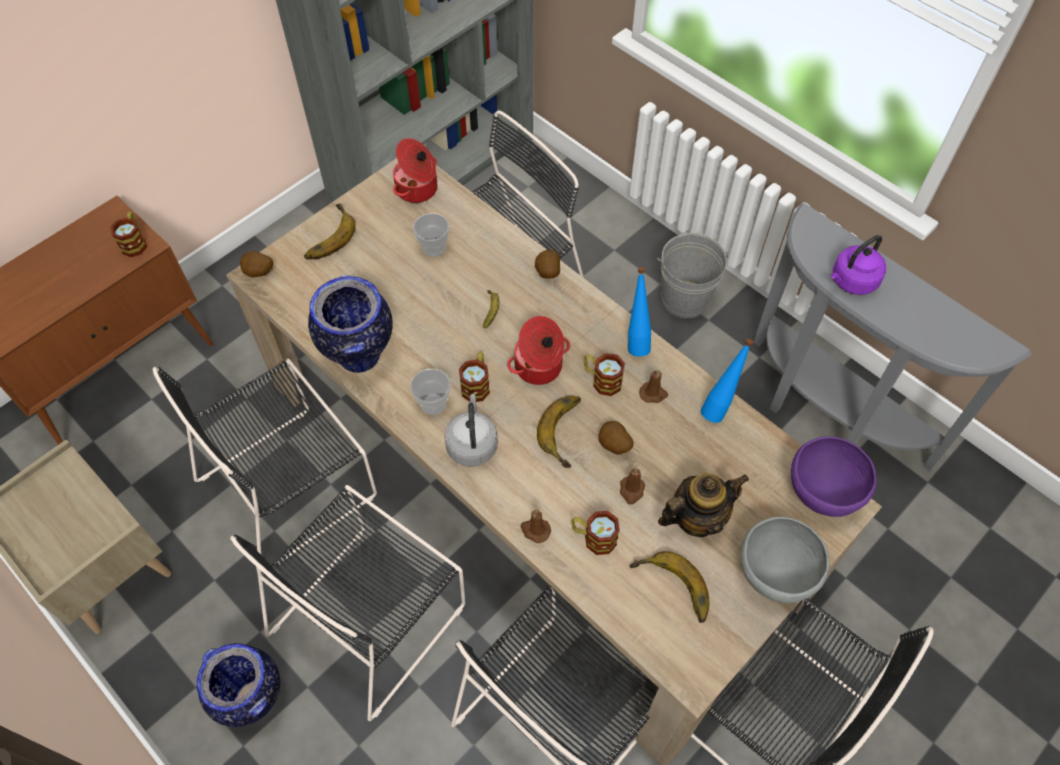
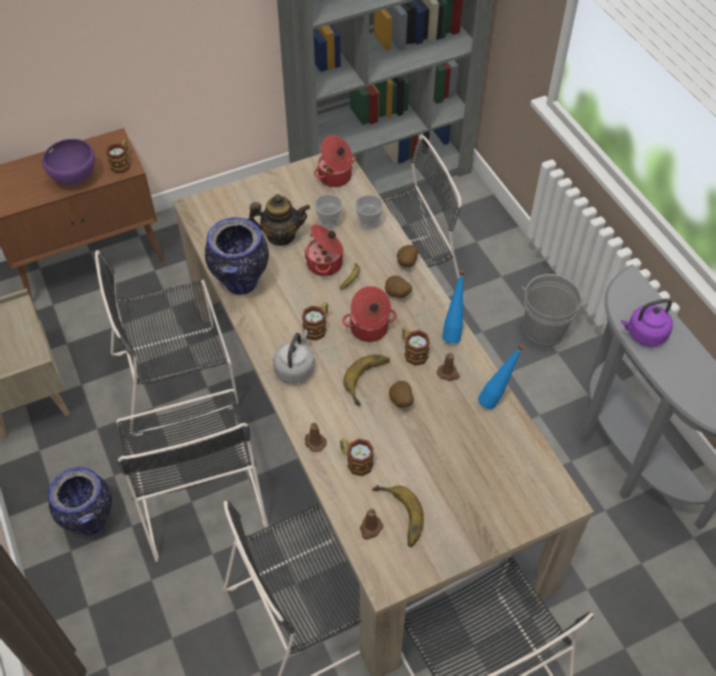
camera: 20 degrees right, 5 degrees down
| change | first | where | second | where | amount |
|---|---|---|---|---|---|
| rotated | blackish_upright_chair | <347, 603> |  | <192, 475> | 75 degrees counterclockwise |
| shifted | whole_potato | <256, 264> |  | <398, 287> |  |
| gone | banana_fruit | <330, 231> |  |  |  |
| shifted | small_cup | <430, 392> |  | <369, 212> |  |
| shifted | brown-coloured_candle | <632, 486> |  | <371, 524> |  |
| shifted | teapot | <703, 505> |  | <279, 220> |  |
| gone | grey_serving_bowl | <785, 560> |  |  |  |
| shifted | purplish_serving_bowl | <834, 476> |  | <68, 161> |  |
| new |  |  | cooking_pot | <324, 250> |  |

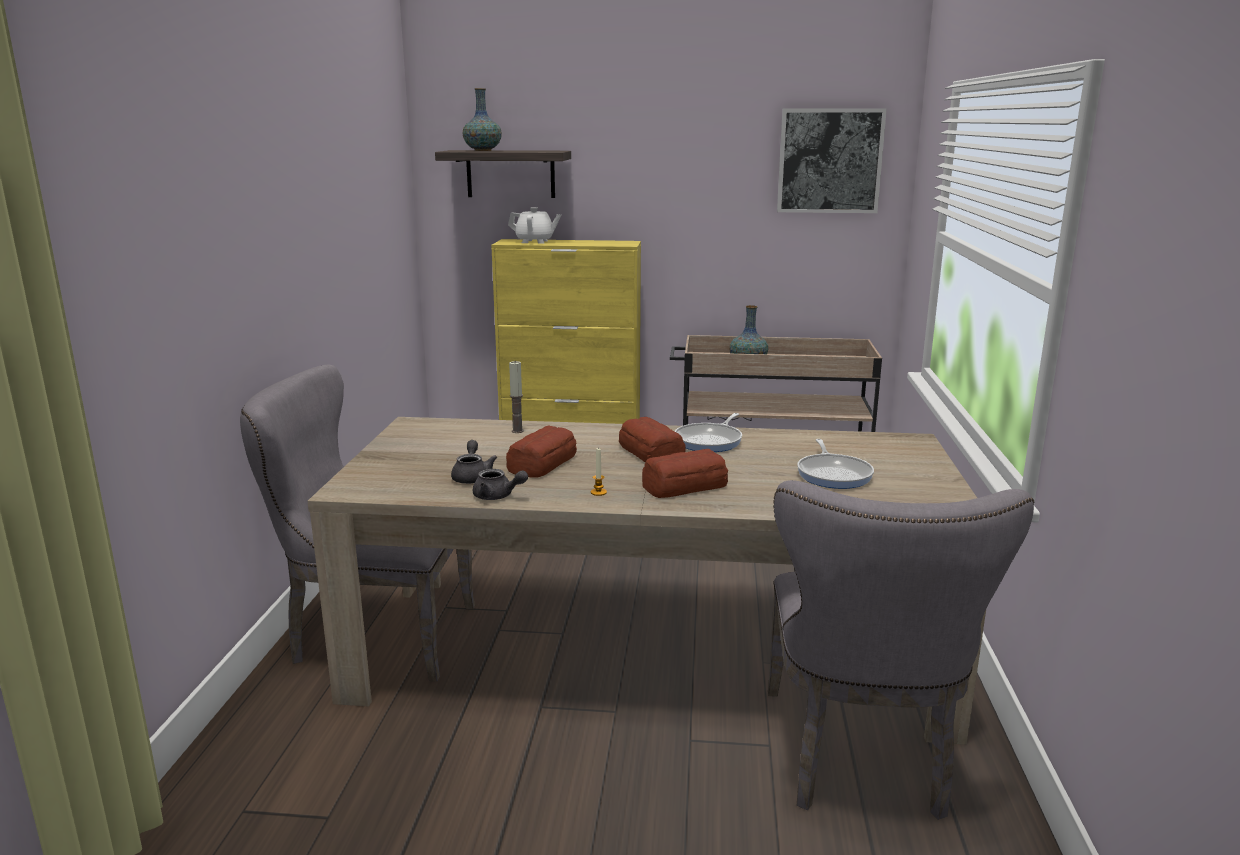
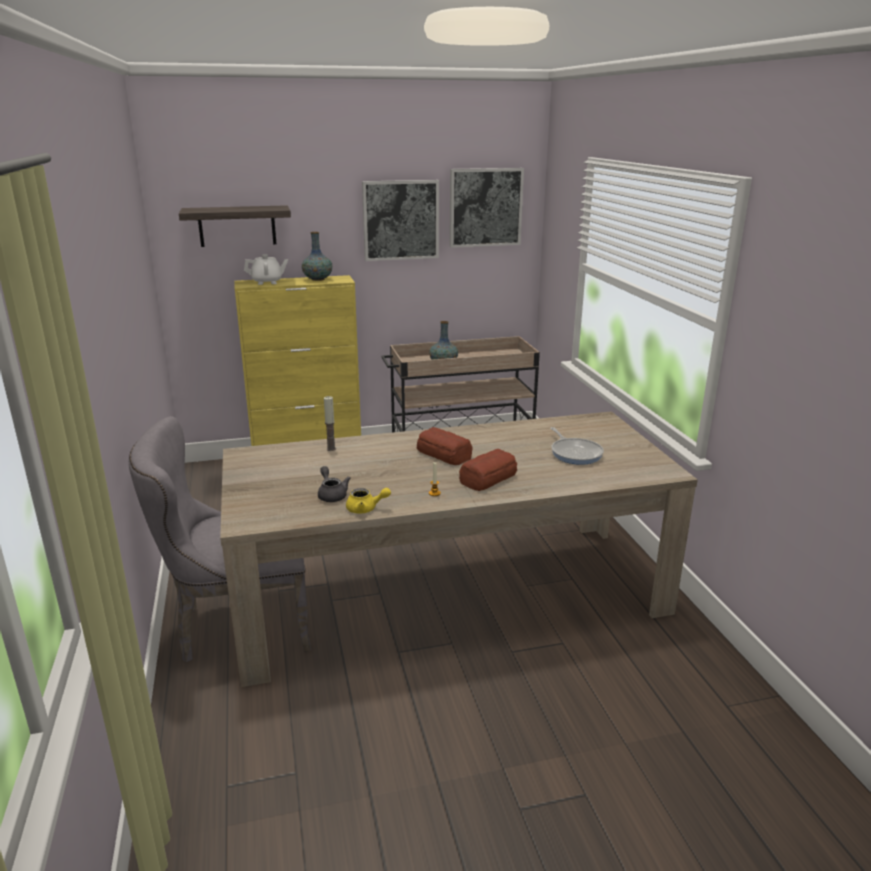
camera: 20 degrees left, 5 degrees up
| change | first | where | second | where | amount |
|---|---|---|---|---|---|
| shifted | flower_vase | <482, 119> |  | <317, 256> |  |
| repainted | grey_teapot | <500, 484> | yellowish_teapot | <368, 501> |  |
| gone | bread | <541, 451> |  |  |  |
| gone | frying_pan | <708, 432> |  |  |  |
| gone | grey_upright_chair | <901, 650> |  |  |  |
| new |  |  | wall_picture | <400, 220> |  |

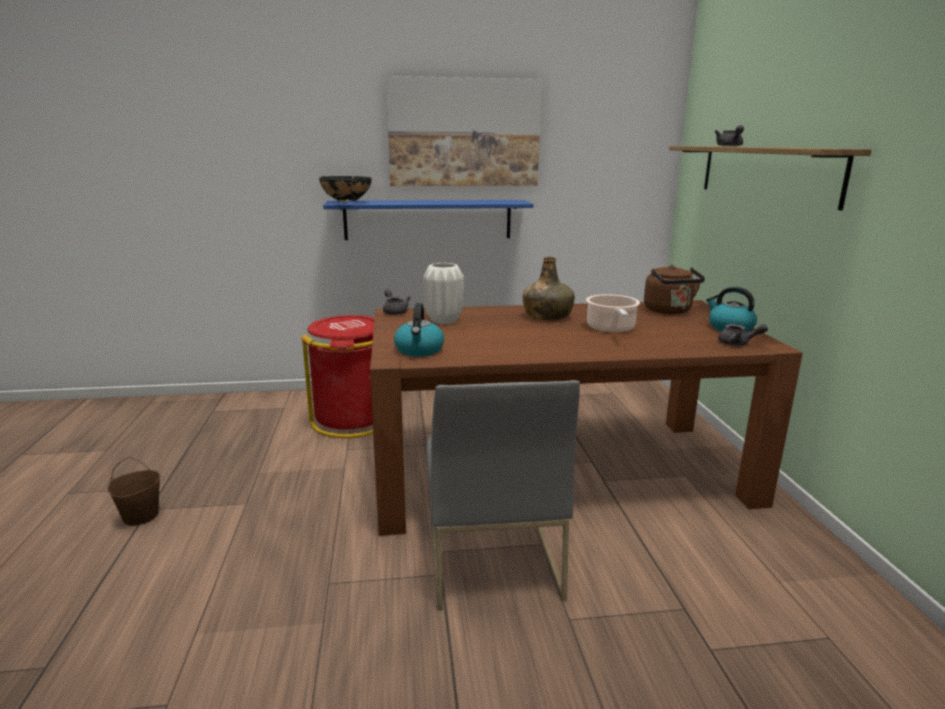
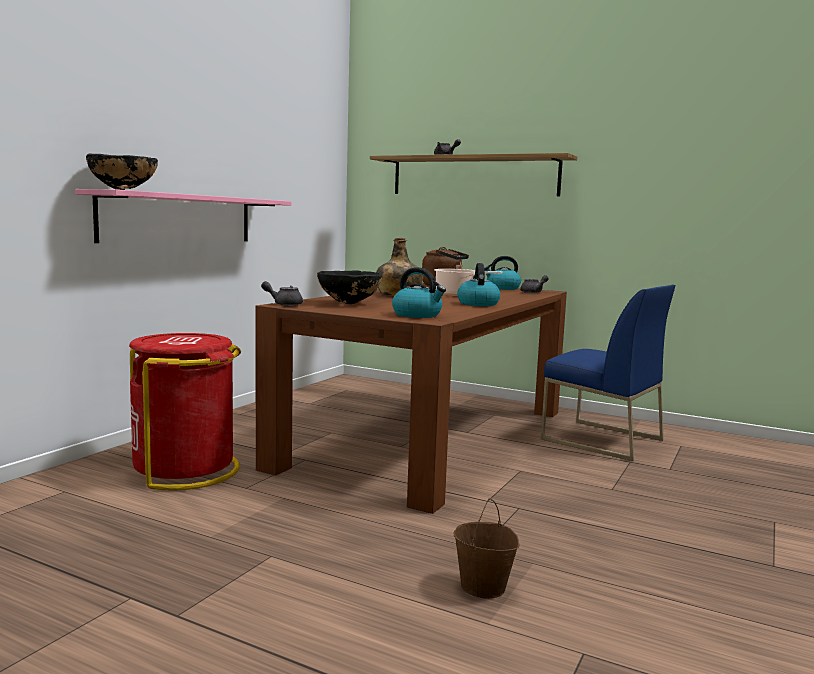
camera: 55 degrees left, 10 degrees down
| change | first | where | second | where | amount |
|---|---|---|---|---|---|
| shifted | brown-coloured_pail | <134, 491> |  | <486, 548> |  |
| repainted | bluish_wall_shelf | <428, 220> | pink_wall_shelf | <183, 216> |  |
| gone | wall_picture | <464, 131> |  |  |  |
| swapped | white-coloured_flower_vase | <443, 293> | blackish_serving_bowl | <349, 287> |  |
| gone | grey_upright_chair | <503, 495> |  |  |  |
| new |  |  | water_kettle | <478, 284> |  |
| new |  |  | bluish_upright_chair | <608, 373> |  |

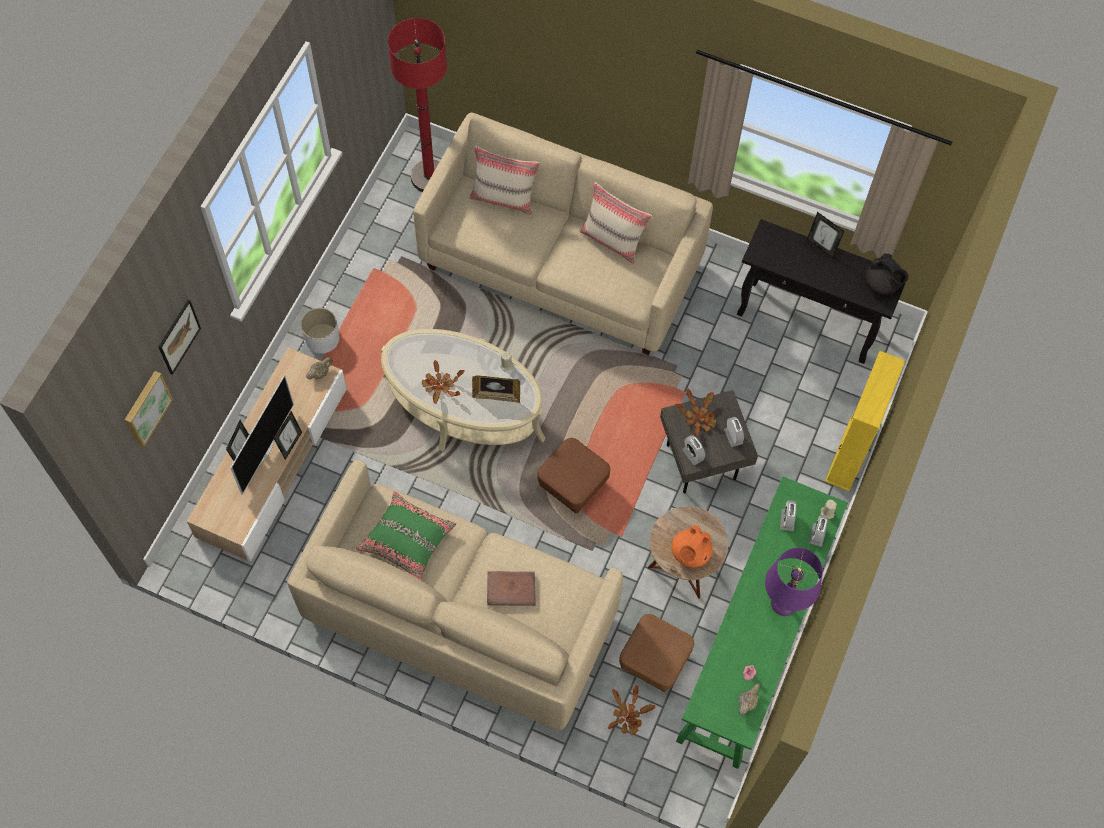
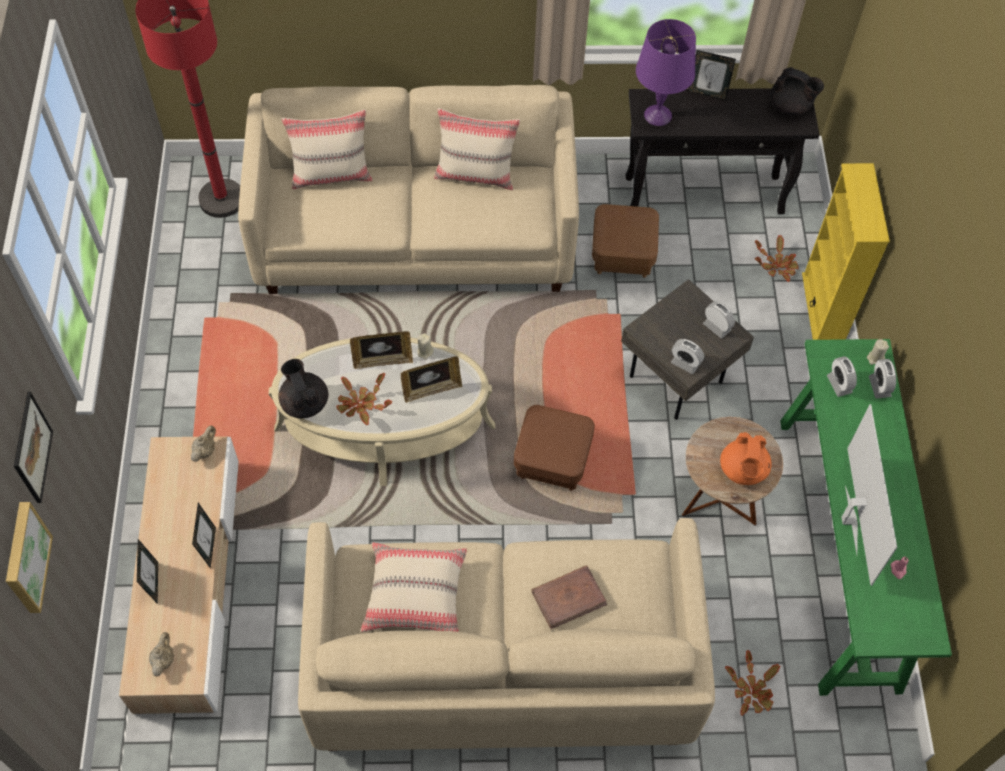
camera: 25 degrees left, 5 degrees down
| change | first | where | second | where | amount |
|---|---|---|---|---|---|
| shifted | television | <262, 434> |  | <869, 495> |  |
| gone | white-coloured_flower_pot | <320, 331> |  |  |  |
| repainted | green_pillow | <406, 535> | beige_pillow | <413, 587> |  |
| shifted | brown-coloured_ottoman | <656, 653> |  | <625, 241> |  |
| shifted | potted_plant | <695, 412> |  | <776, 258> |  |
| shifted | beige_teapot | <749, 699> |  | <161, 654> |  |
| shifted | purplish_tabletop_lamp | <794, 582> |  | <666, 72> |  |
| new |  |  | blackish_teapot | <303, 388> |  |
| new |  |  | standing_frame | <381, 350> |  |

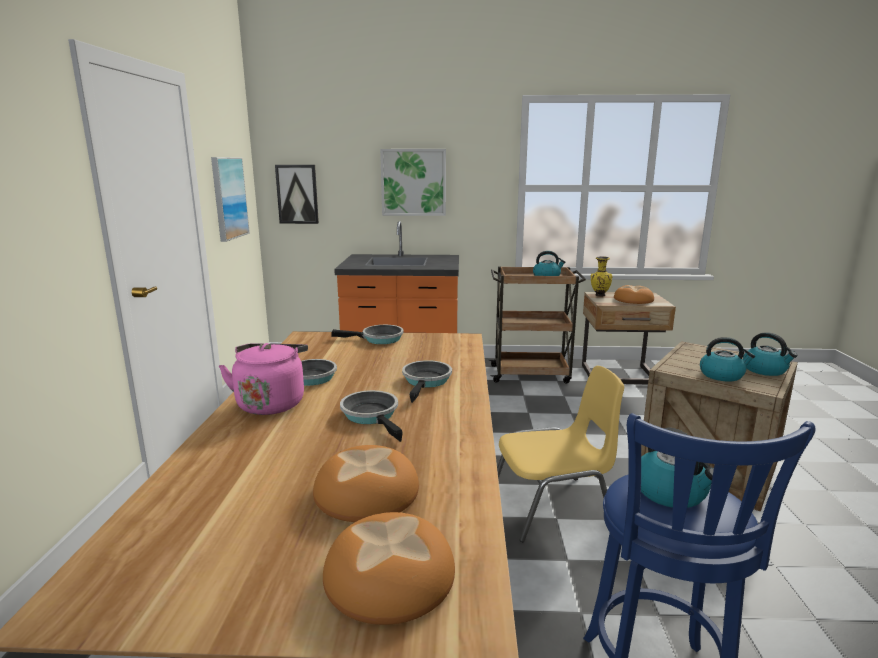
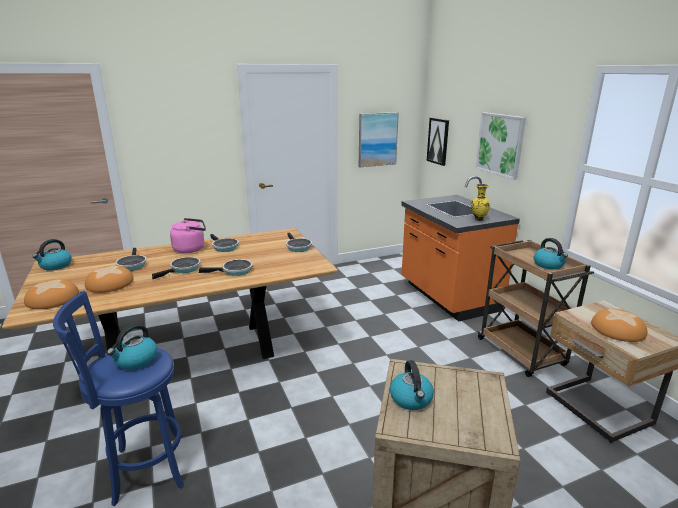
camera: 65 degrees right, 5 degrees up
| change | first | where | second | where | amount |
|---|---|---|---|---|---|
| gone | yellowish_upright_chair | <560, 454> |  |  |  |
| shifted | yellowish_flower_vase | <602, 276> |  | <480, 202> |  |
| shifted | water_kettle | <770, 354> |  | <52, 255> |  |
| new |  |  | frying_pan | <131, 259> |  |

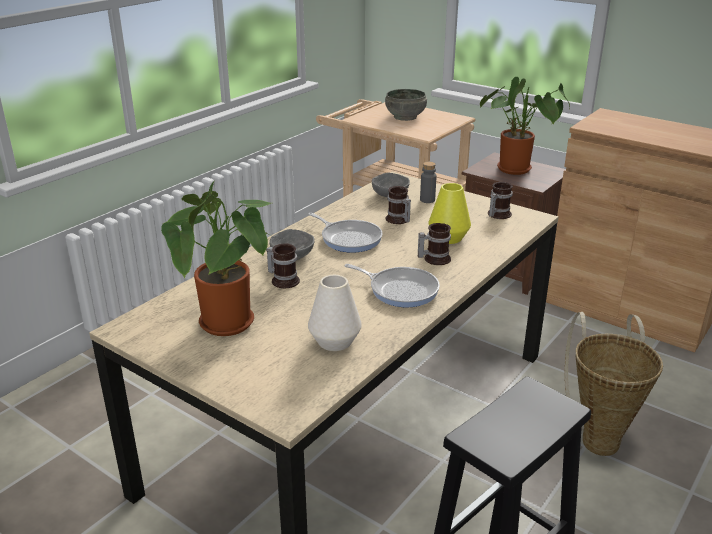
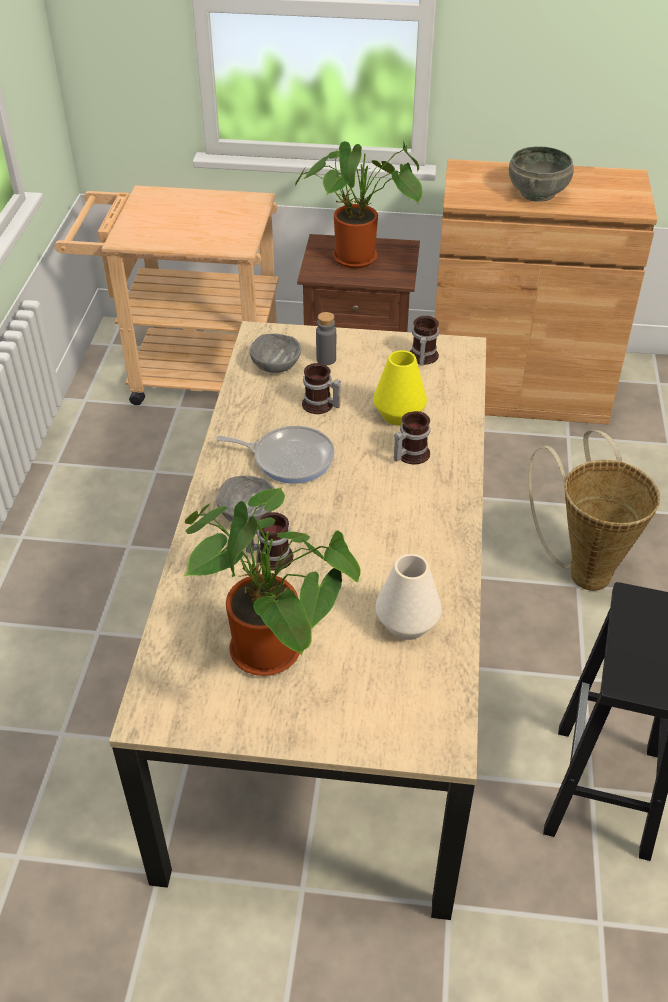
camera: 30 degrees left, 15 degrees up
| change | first | where | second | where | amount |
|---|---|---|---|---|---|
| gone | frying_pan | <392, 285> |  |  |  |
| shifted | grey_serving_bowl | <406, 105> |  | <541, 174> |  |

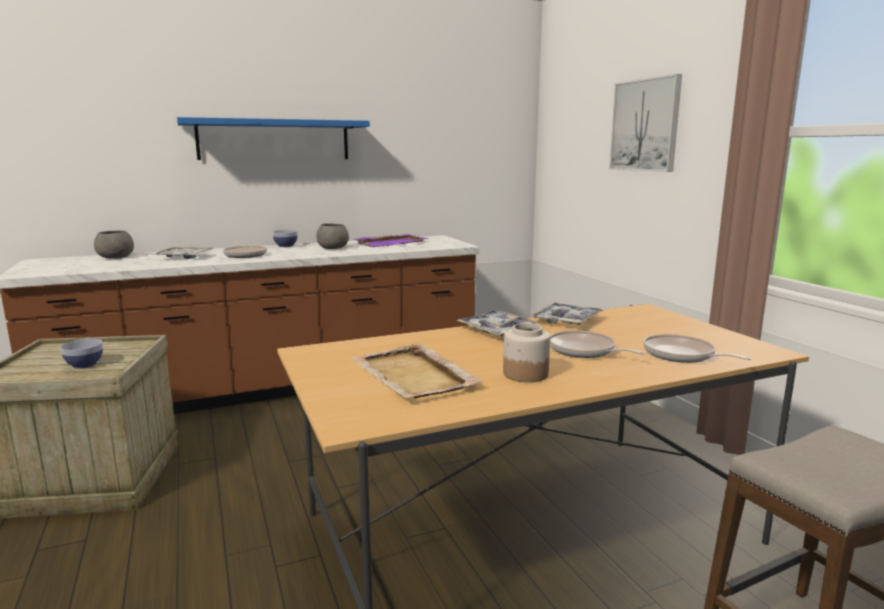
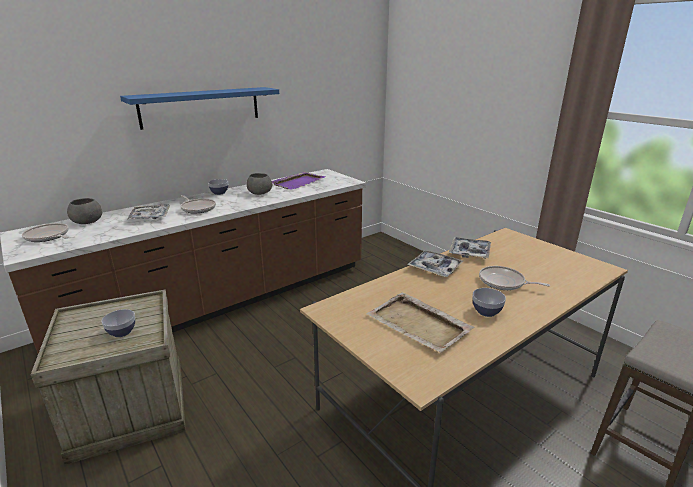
camera: 15 degrees left, 10 degrees up
| change | first | where | second | where | amount |
|---|---|---|---|---|---|
| swapped | storage_jar | <526, 352> | serving_bowl | <489, 302> |  |
| gone | wall_picture | <645, 123> |  |  |  |
| shifted | frying_pan | <697, 348> |  | <45, 232> |  |

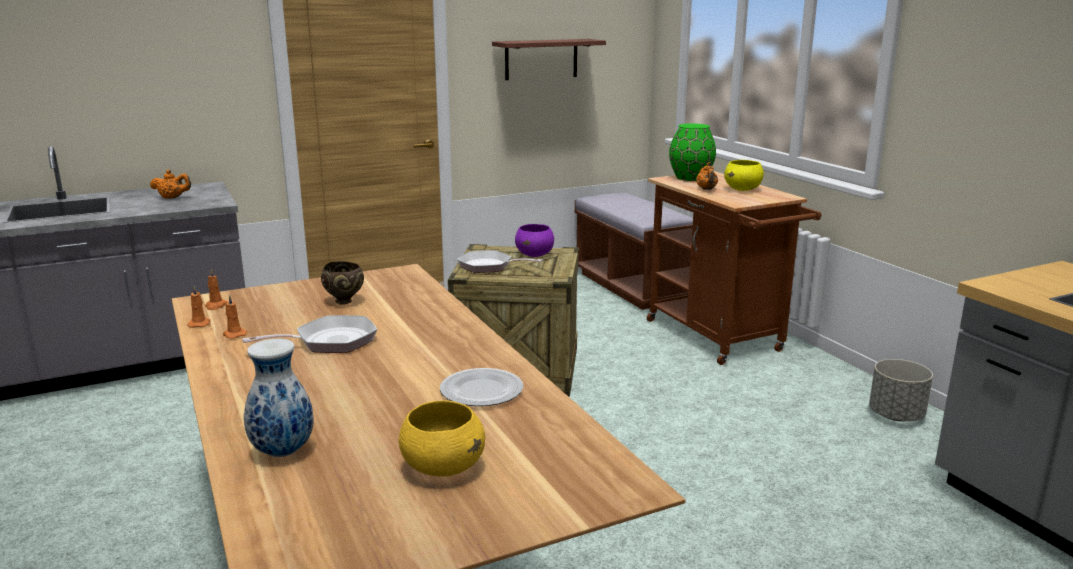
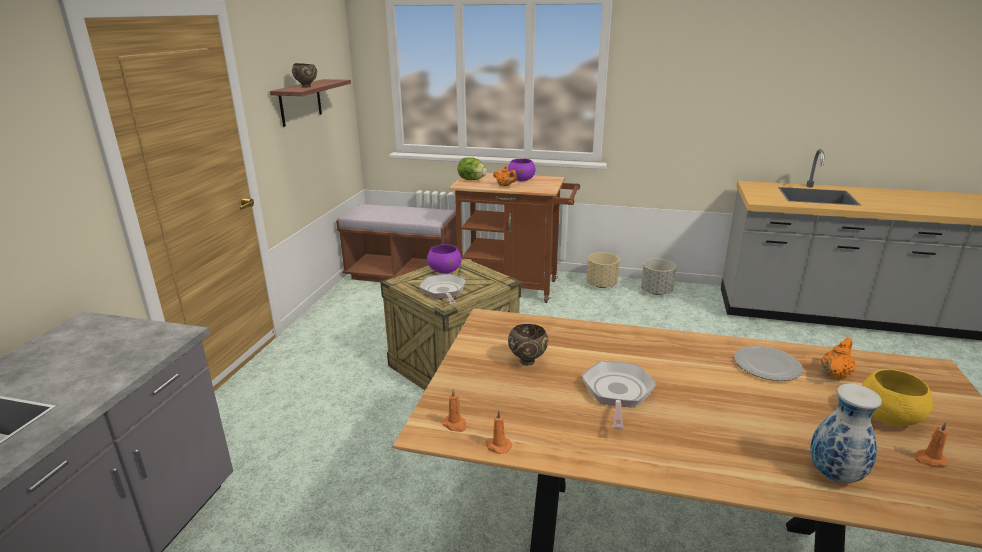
camera: 50 degrees left, 5 degrees up
| change | first | where | second | where | amount |
|---|---|---|---|---|---|
| shifted | orange-coloured_teapot | <170, 184> |  | <838, 359> |  |
| shifted | orange-coloured_candle | <235, 317> |  | <931, 444> |  |
| rotated | frying_pan | <500, 261> |  | <442, 289> | 105 degrees clockwise |
| swapped | green_flower_vase | <692, 152> | head_of_lettuce | <472, 168> |  |
| repainted | yellowish_serving_bowl | <744, 175> | purplish_serving_bowl | <521, 170> |  |
| new |  |  | brown-coloured_serving_bowl | <304, 75> |  |
| new |  |  | beige_flower_pot | <602, 270> |  |

